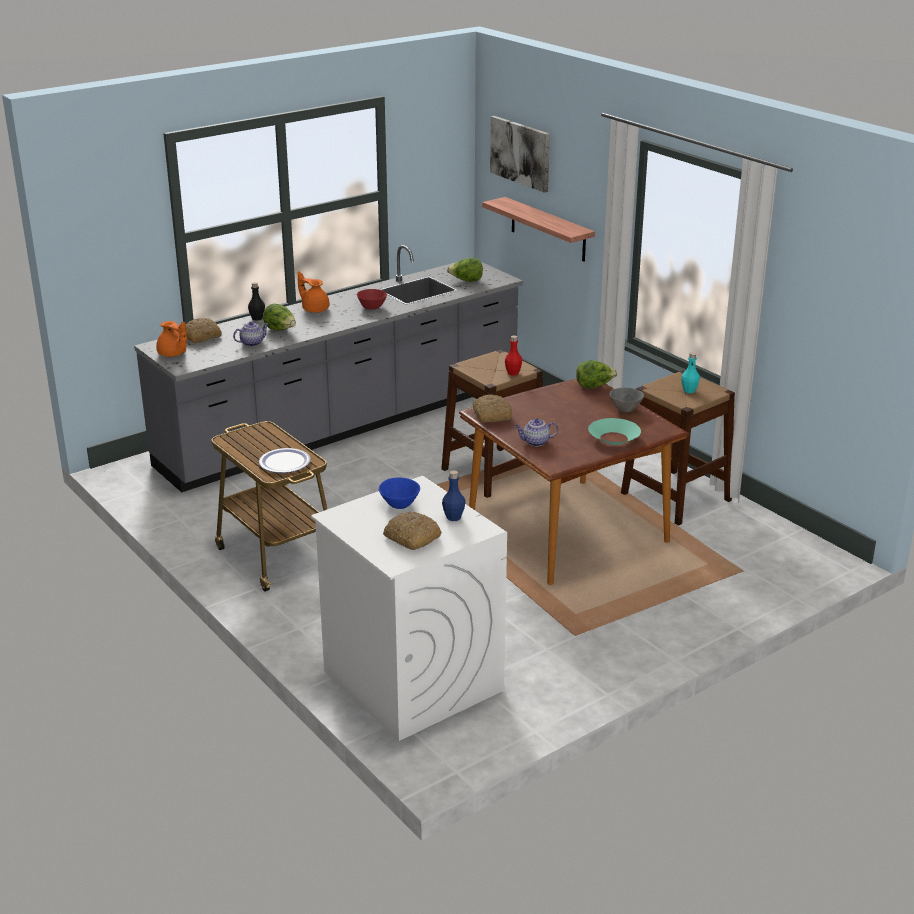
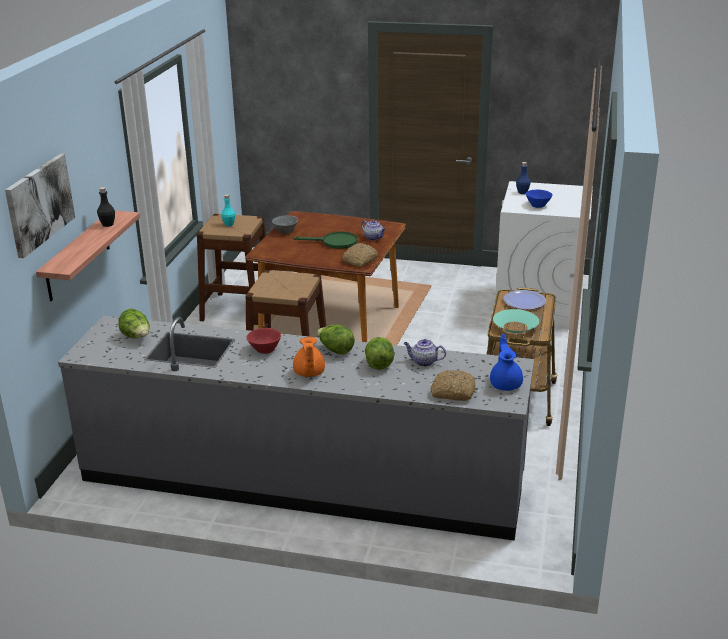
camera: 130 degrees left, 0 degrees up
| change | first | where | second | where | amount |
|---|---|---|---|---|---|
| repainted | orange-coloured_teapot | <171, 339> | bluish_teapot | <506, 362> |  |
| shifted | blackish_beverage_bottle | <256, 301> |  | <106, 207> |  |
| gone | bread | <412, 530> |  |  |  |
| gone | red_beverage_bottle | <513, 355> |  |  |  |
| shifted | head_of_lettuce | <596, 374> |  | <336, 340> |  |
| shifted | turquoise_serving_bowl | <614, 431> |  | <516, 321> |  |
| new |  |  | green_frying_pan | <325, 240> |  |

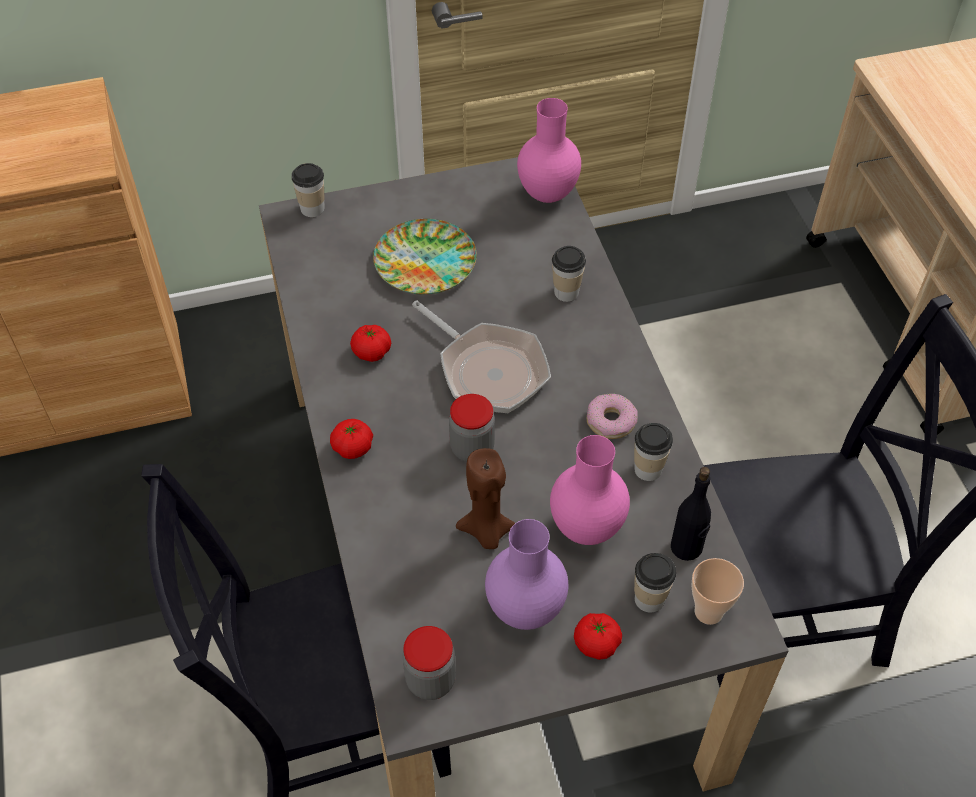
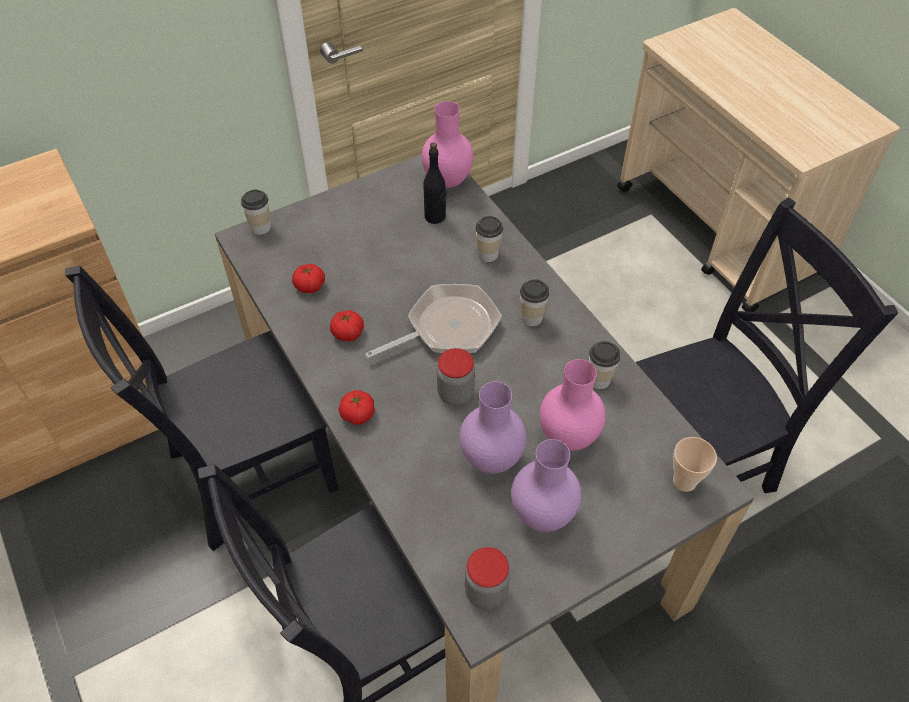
camera: 15 degrees left, 0 degrees up
| change | first | where | second | where | amount |
|---|---|---|---|---|---|
| gone | plate | <425, 257> |  |  |  |
| rotated | frying_pan | <481, 356> |  | <433, 321> | 60 degrees counterclockwise |
| swapped | brown-coloured_candle | <485, 498> | purplish_flower_vase | <493, 427> |  |
| shifted | whole_tomato | <598, 636> |  | <308, 278> |  |
| gone | donut | <612, 416> |  |  |  |
| shifted | small_cup | <655, 583> |  | <534, 302> |  |
| shifted | blackish_beverage_bottle | <691, 514> |  | <435, 183> |  |
| new |  |  | blackish_upright_chair | <201, 408> |  |

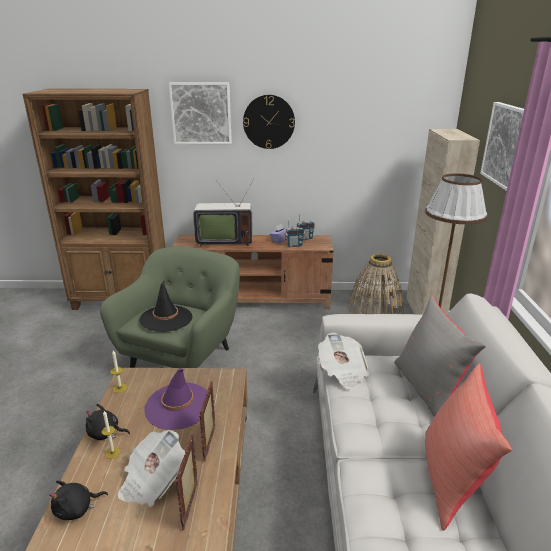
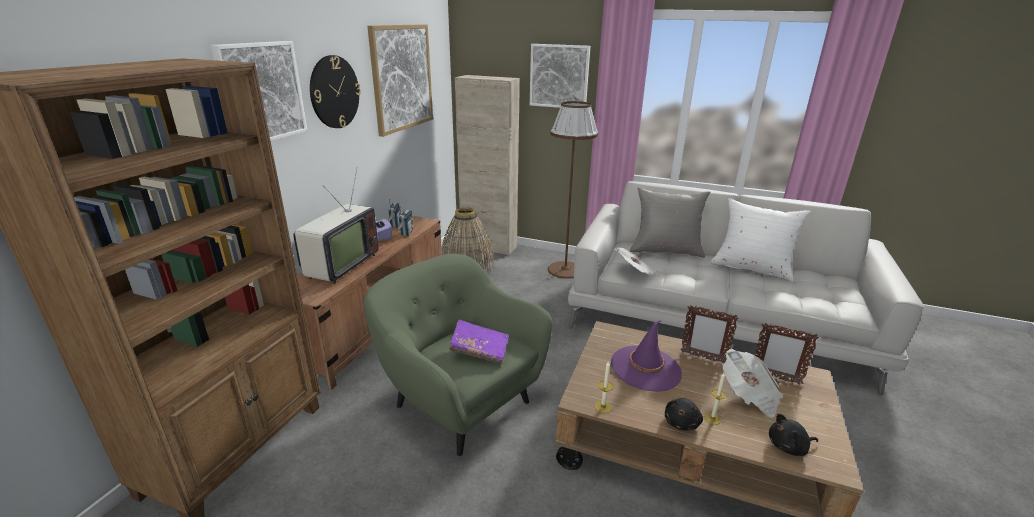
camera: 70 degrees left, 0 degrees up
| change | first | where | second | where | amount |
|---|---|---|---|---|---|
| rotated | blackish_cuddly_toy | <78, 500> |  | <793, 435> | 90 degrees clockwise |
| swapped | blackish_wearable_hat | <165, 306> | purplish_book | <479, 342> |  |
| repainted | red_pillow | <468, 447> | white-coloured_pillow | <760, 240> |  |
| new |  |  | wall_picture | <400, 80> |  |

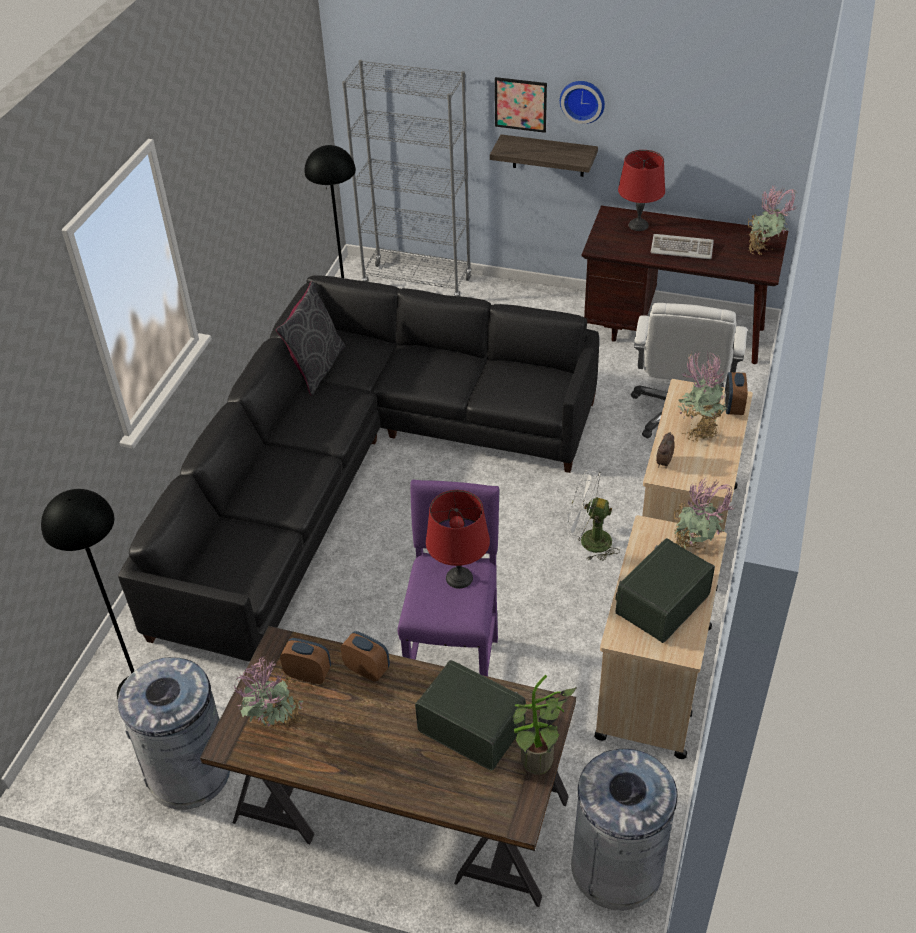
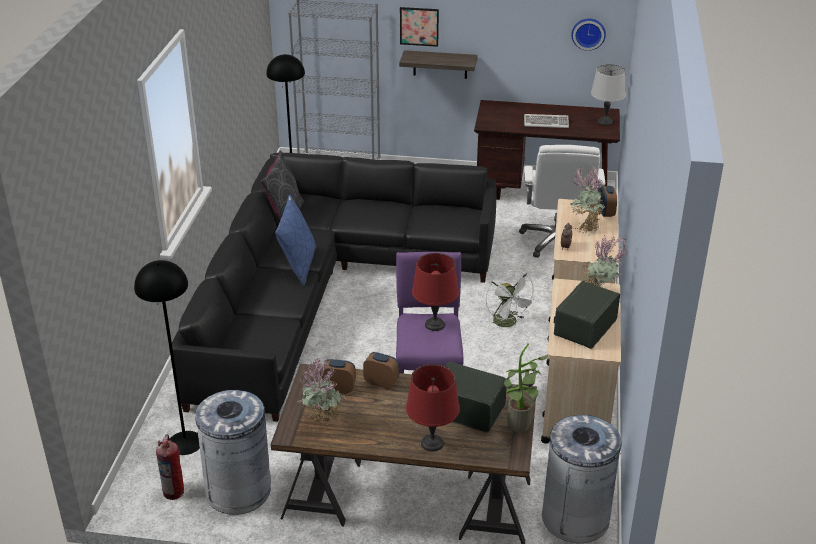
camera: 10 degrees left, 10 degrees down
| change | first | where | second | where | amount |
|---|---|---|---|---|---|
| shifted | clock_on_the_wall | <582, 102> |  | <588, 34> |  |
| rotated | white-coloured_fan | <593, 515> |  | <511, 300> | 120 degrees counterclockwise |
| shifted | red_tabletop_lamp | <641, 190> |  | <433, 408> |  |
| swapped | potted_plant | <773, 220> | grey_tabletop_lamp | <608, 94> |  |
| new |  |  | extinguisher | <170, 467> |  |
| new |  |  | bluish_pillow | <295, 240> |  |

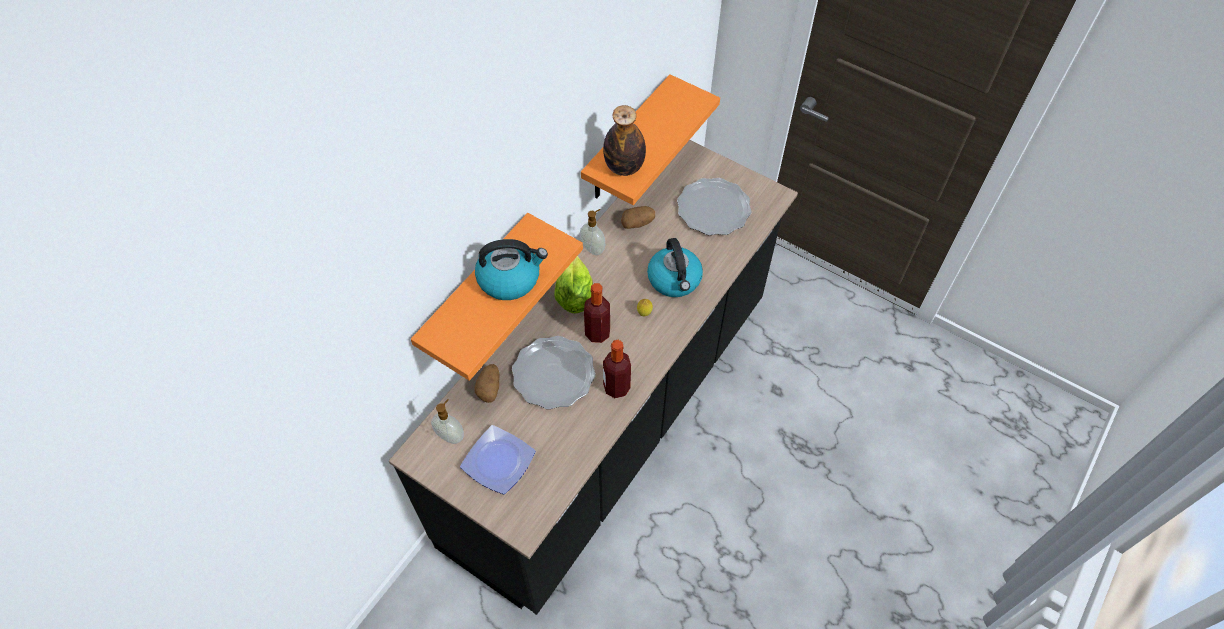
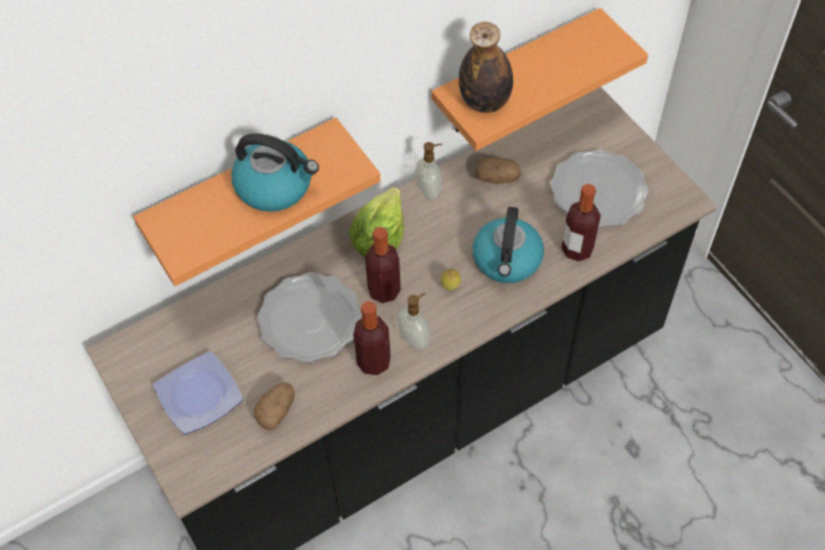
camera: 25 degrees right, 0 degrees up
| change | first | where | second | where | amount |
|---|---|---|---|---|---|
| shifted | soap_dispenser | <447, 421> |  | <414, 321> |  |
| shifted | whole_potato | <487, 383> |  | <274, 407> |  |
| new |  |  | beverage_bottle | <581, 223> |  |

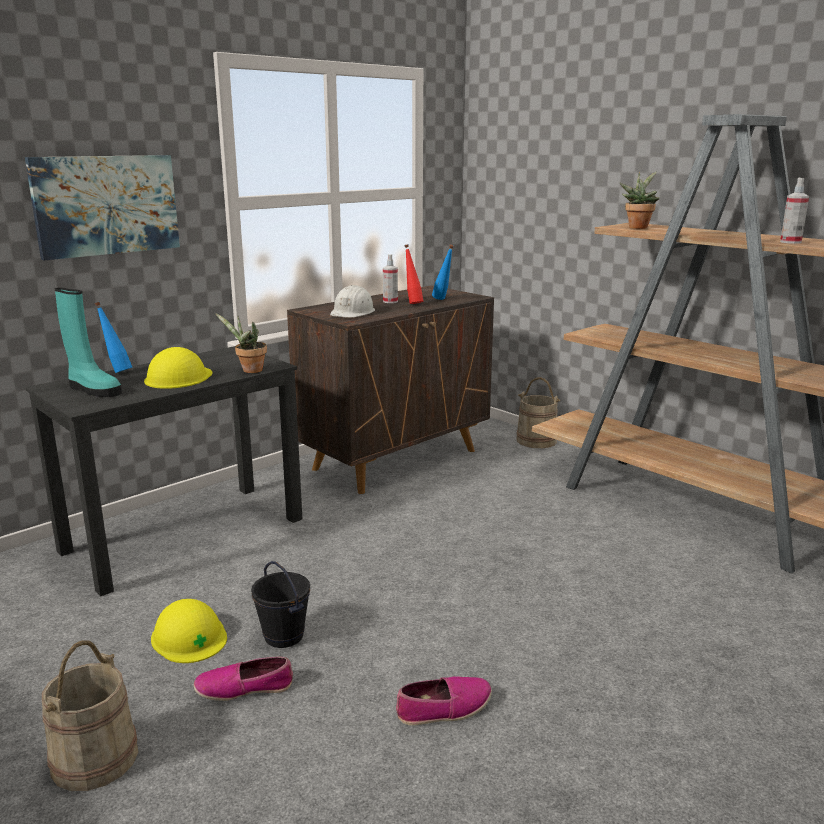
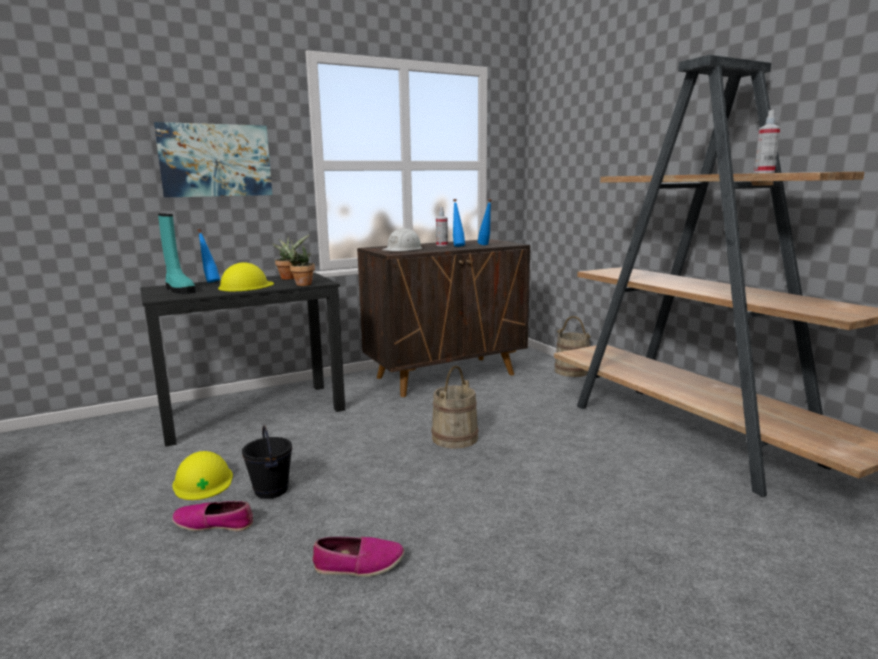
camera: 15 degrees right, 5 degrees down
| change | first | where | second | where | amount |
|---|---|---|---|---|---|
| shifted | beige_pail | <90, 715> |  | <455, 407> |  |
| repainted | red_beverage_bottle | <413, 274> | bluish_beverage_bottle | <459, 223> |  |
| shifted | potted_plant | <640, 200> |  | <290, 257> |  |

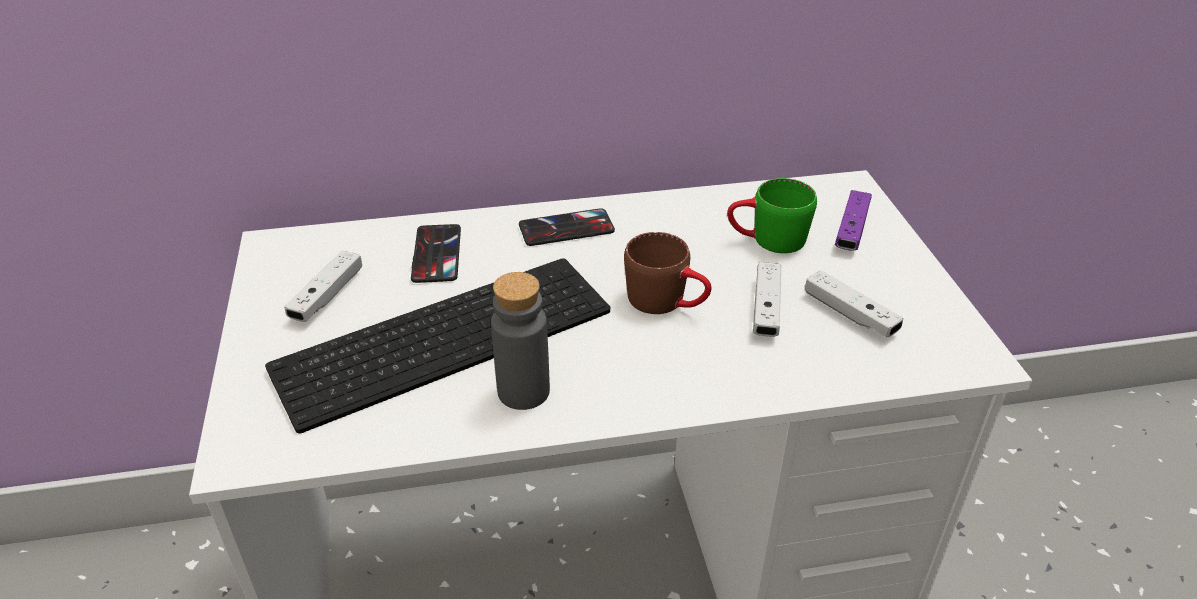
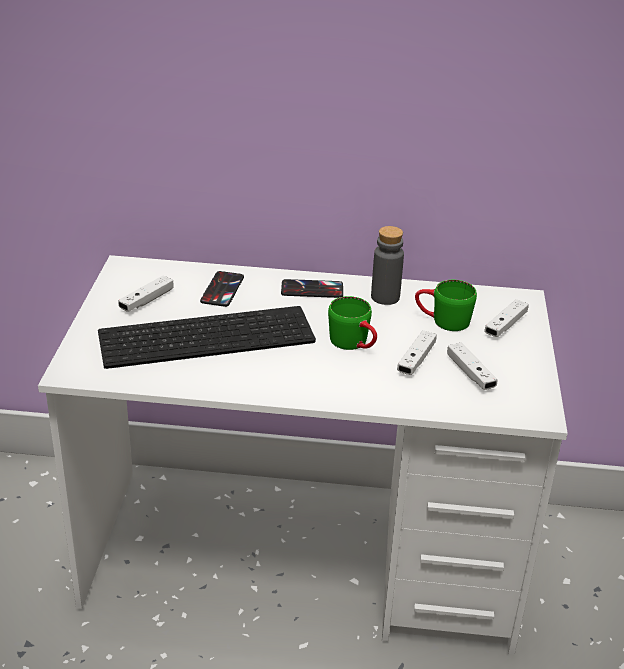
camera: 15 degrees right, 5 degrees down
| change | first | where | second | where | amount |
|---|---|---|---|---|---|
| shifted | grey_beverage_bottle | <520, 341> |  | <387, 265> |  |
| repainted | brown-coloured_tea_mug | <668, 273> | green_tea_mug | <352, 323> |  |
| repainted | purplish_joypad | <853, 220> | white-coloured_joypad | <506, 318> |  |

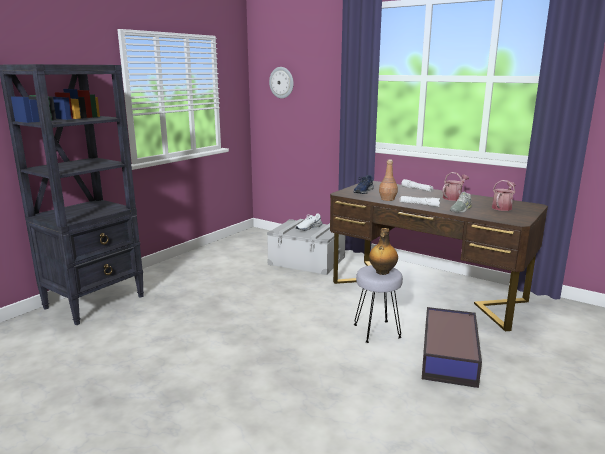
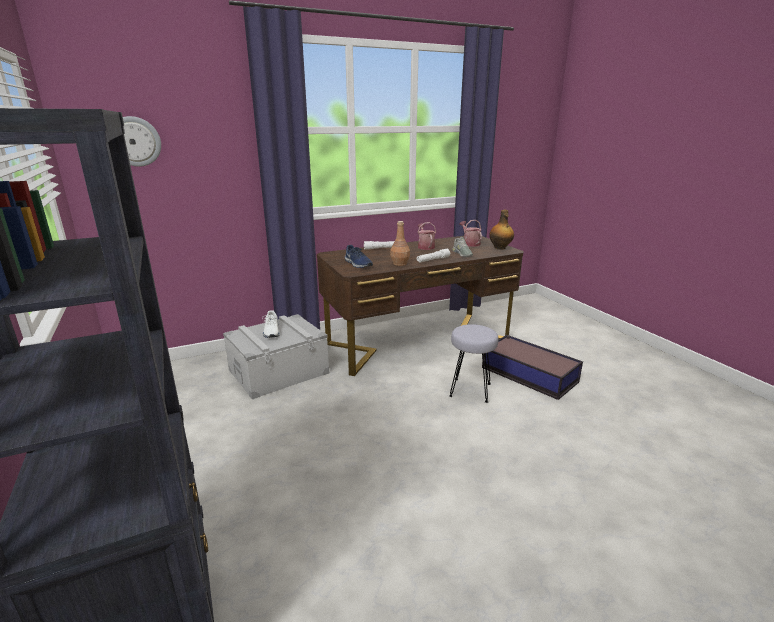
camera: 60 degrees left, 5 degrees up
| change | first | where | second | where | amount |
|---|---|---|---|---|---|
| shifted | beverage_bottle | <383, 251> |  | <501, 230> |  |

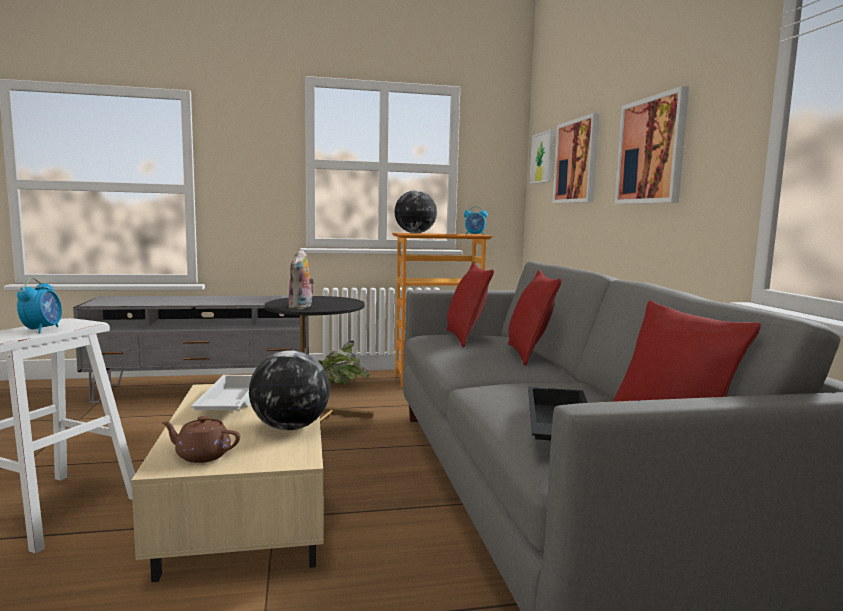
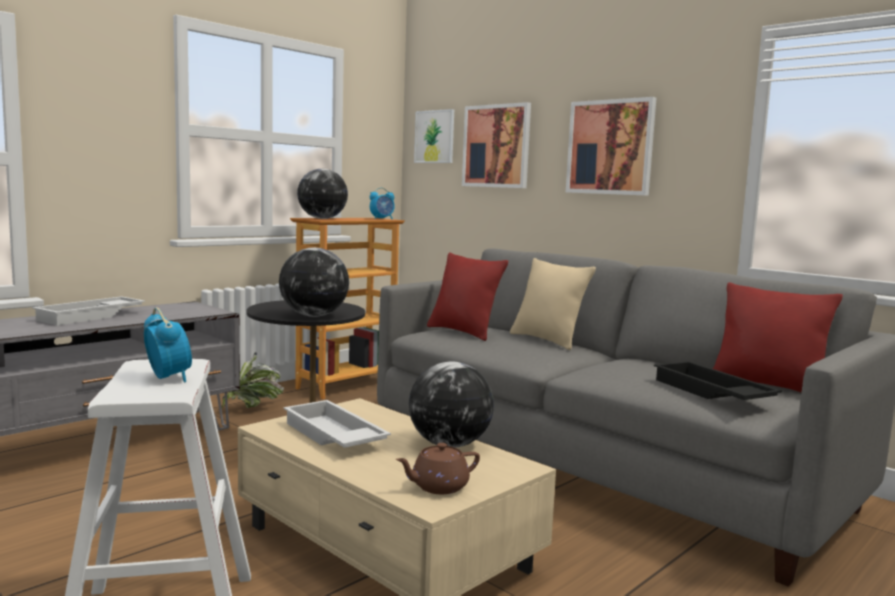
camera: 35 degrees left, 0 degrees up
| change | first | where | second | where | amount |
|---|---|---|---|---|---|
| swapped | cuddly_toy | <301, 279> | desk_globe | <314, 282> |  |
| repainted | red_pillow | <535, 318> | beige_pillow | <553, 304> |  |
| new |  |  | white-coloured_serving_tray | <88, 310> |  |

